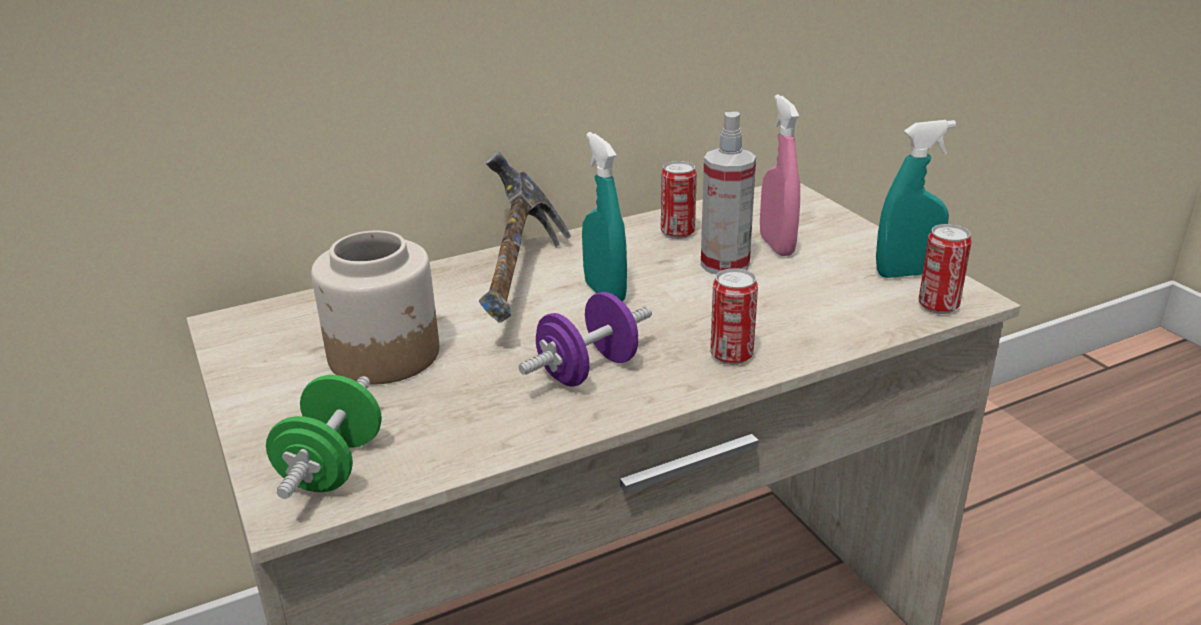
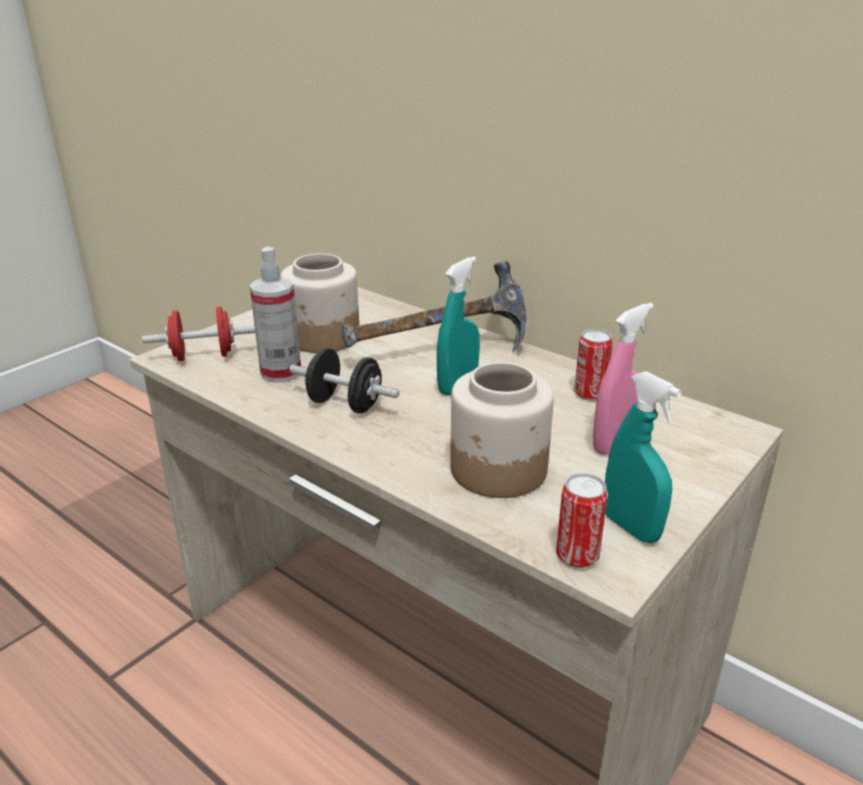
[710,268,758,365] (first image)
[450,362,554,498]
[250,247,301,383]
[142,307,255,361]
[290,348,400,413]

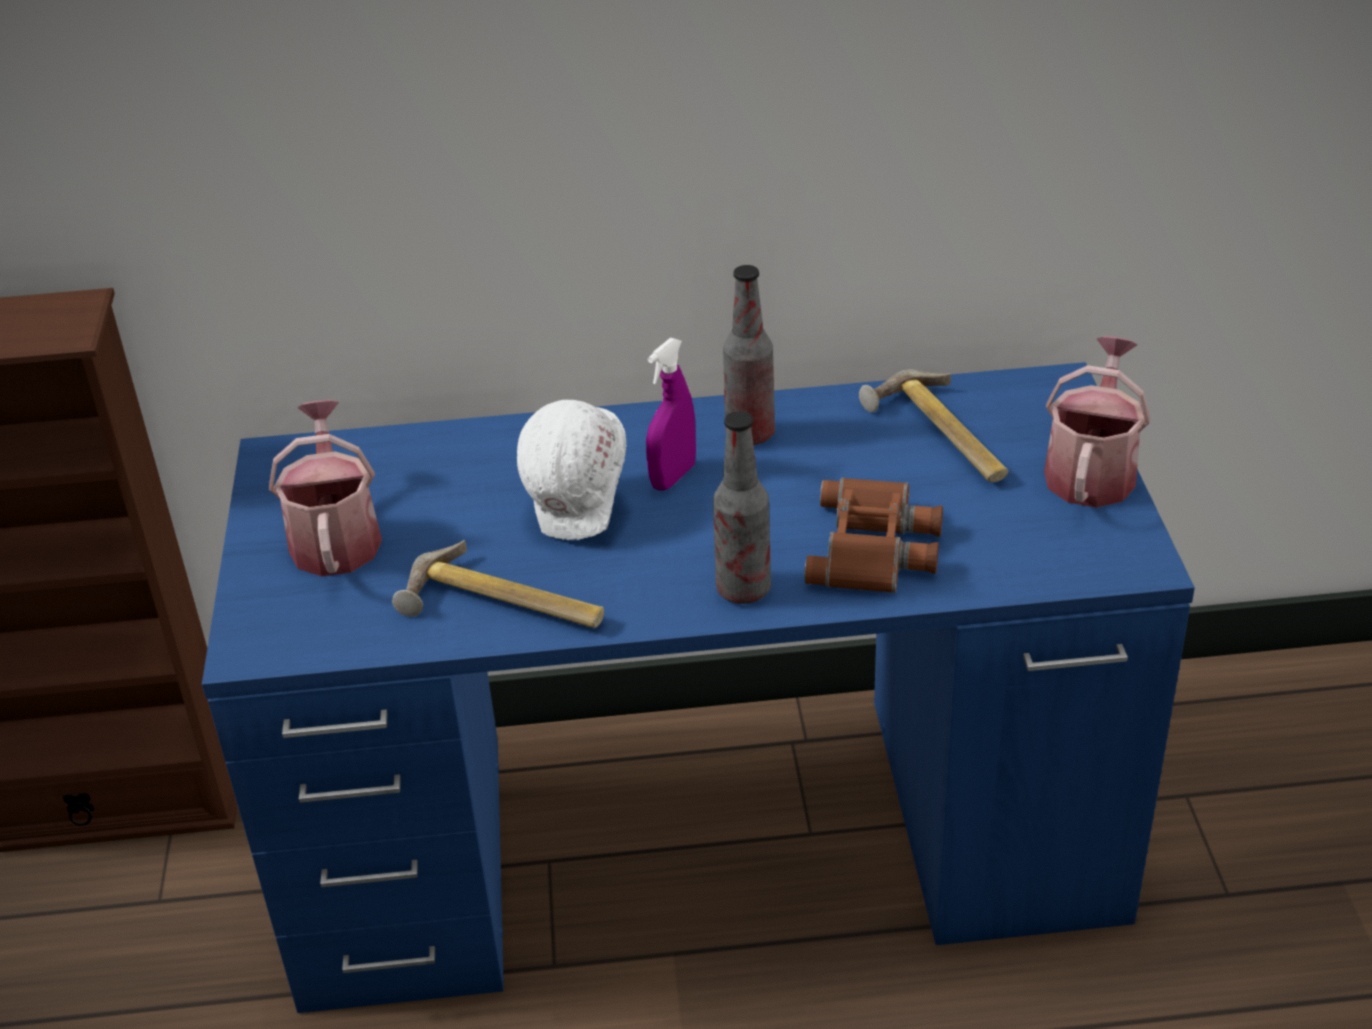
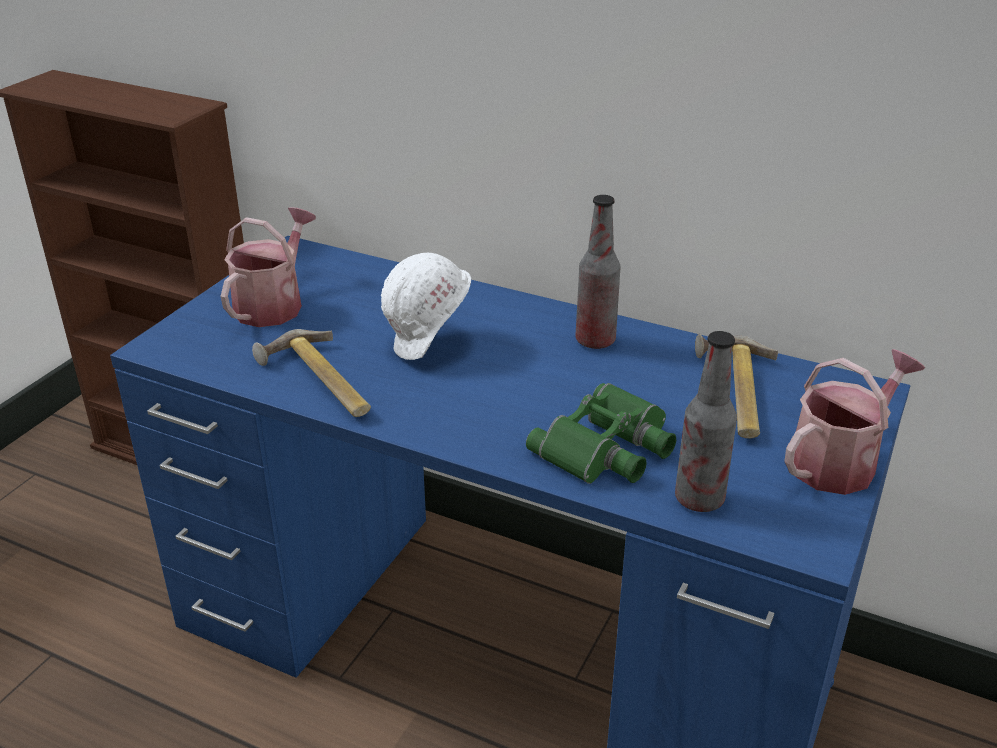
[646,338,696,491] (first image)
[675,331,737,512]
[526,383,676,484]

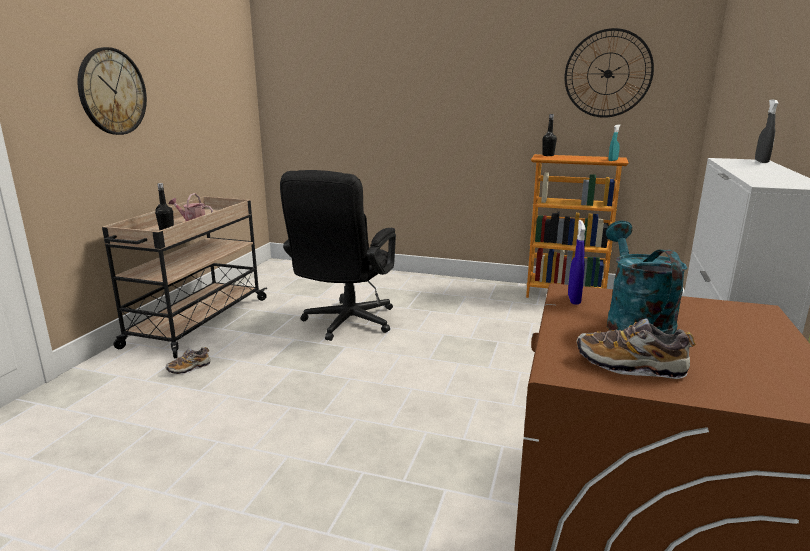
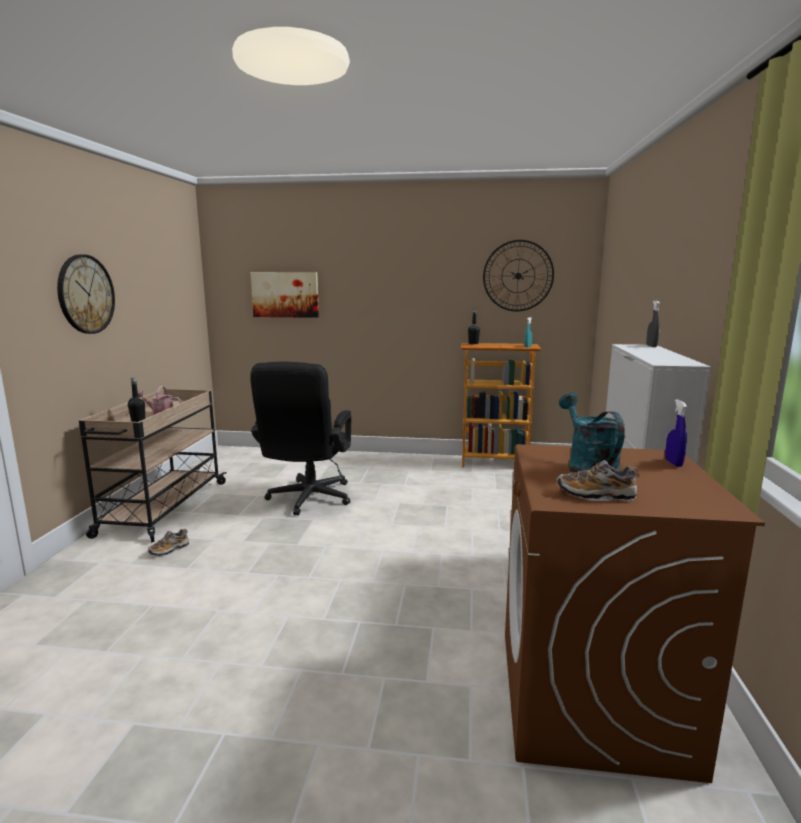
[251,272,319,318]
[665,399,687,467]

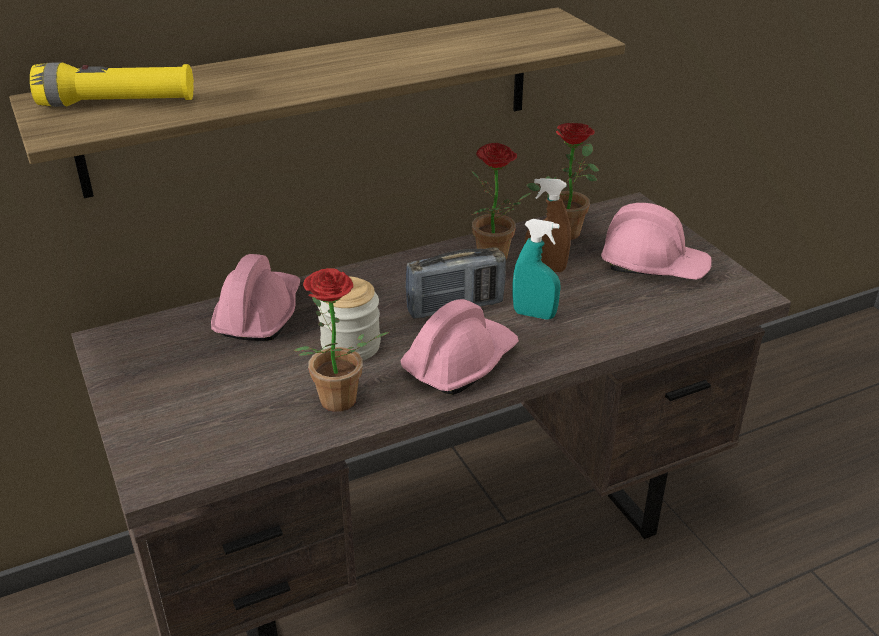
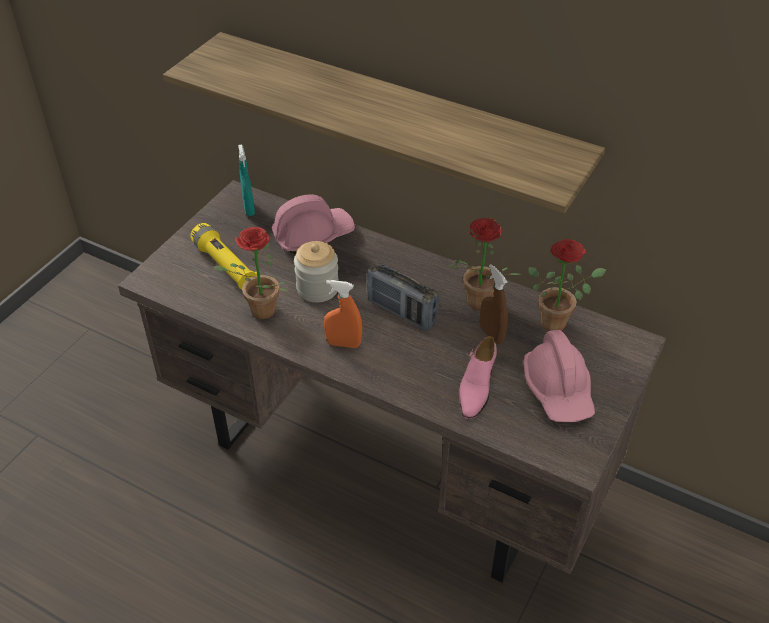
[459,336,497,419]
[190,223,257,290]
[238,144,255,216]
[324,280,362,348]

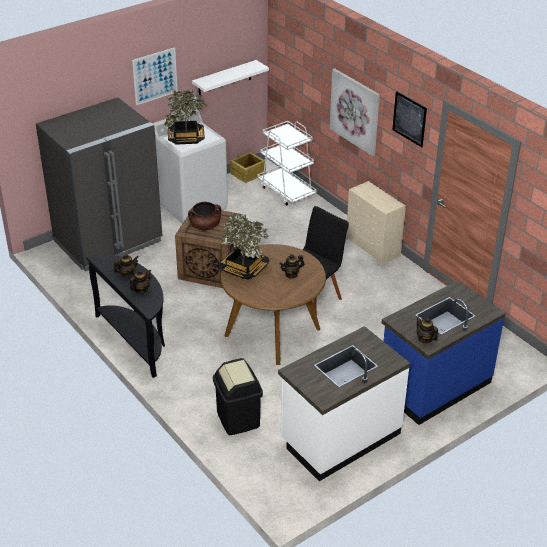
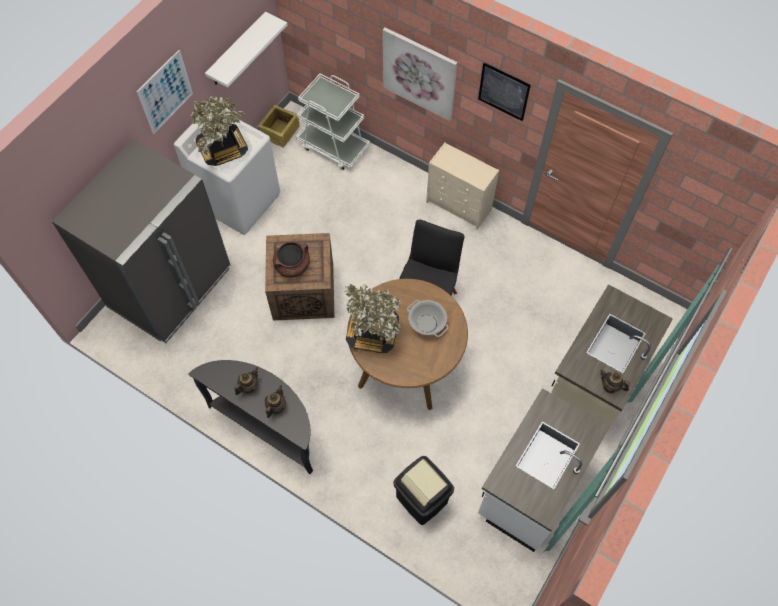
[407,300,449,337]
[551,284,673,427]

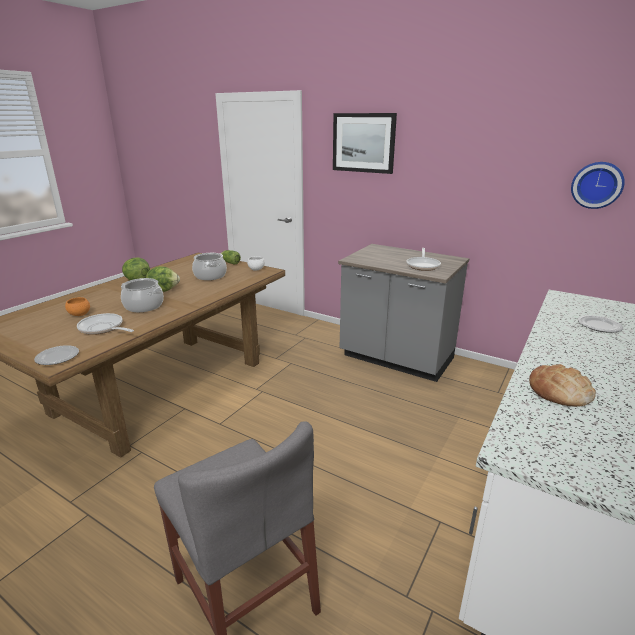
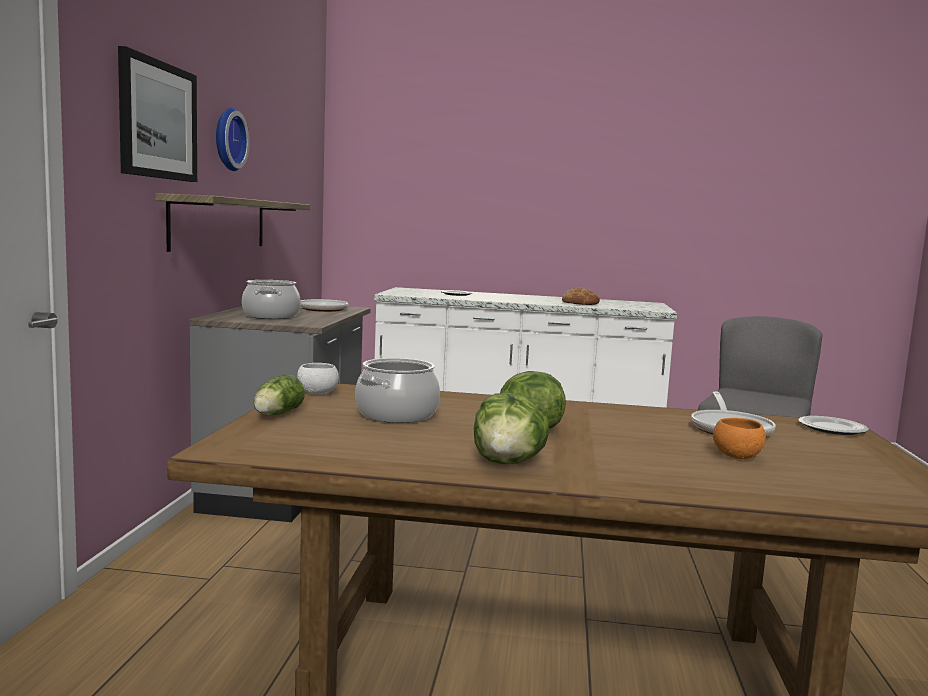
[155,193,310,252]
[242,280,301,319]
[216,108,250,171]

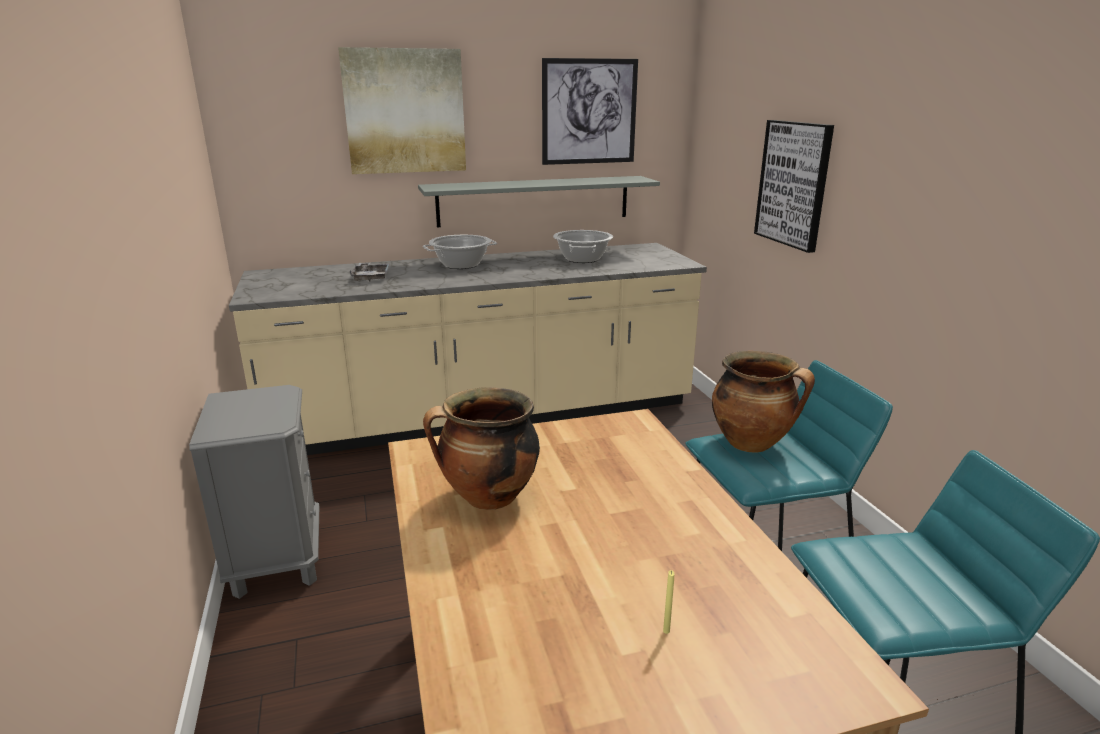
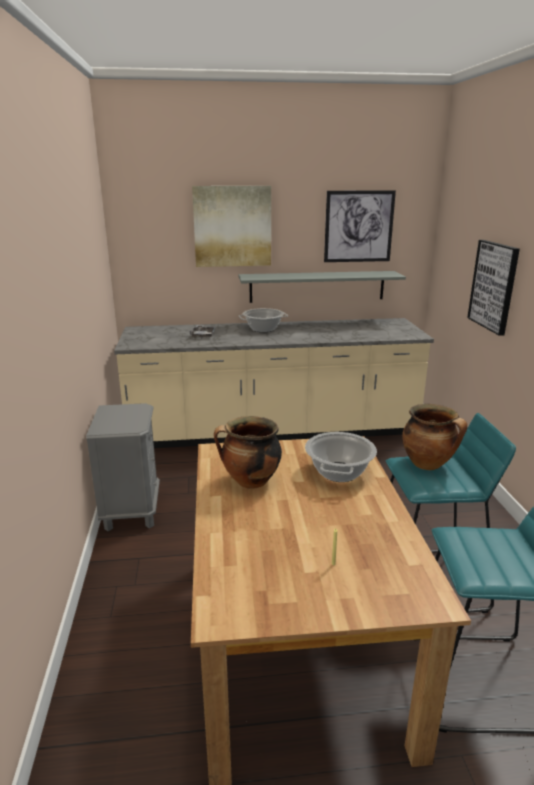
[305,432,377,482]

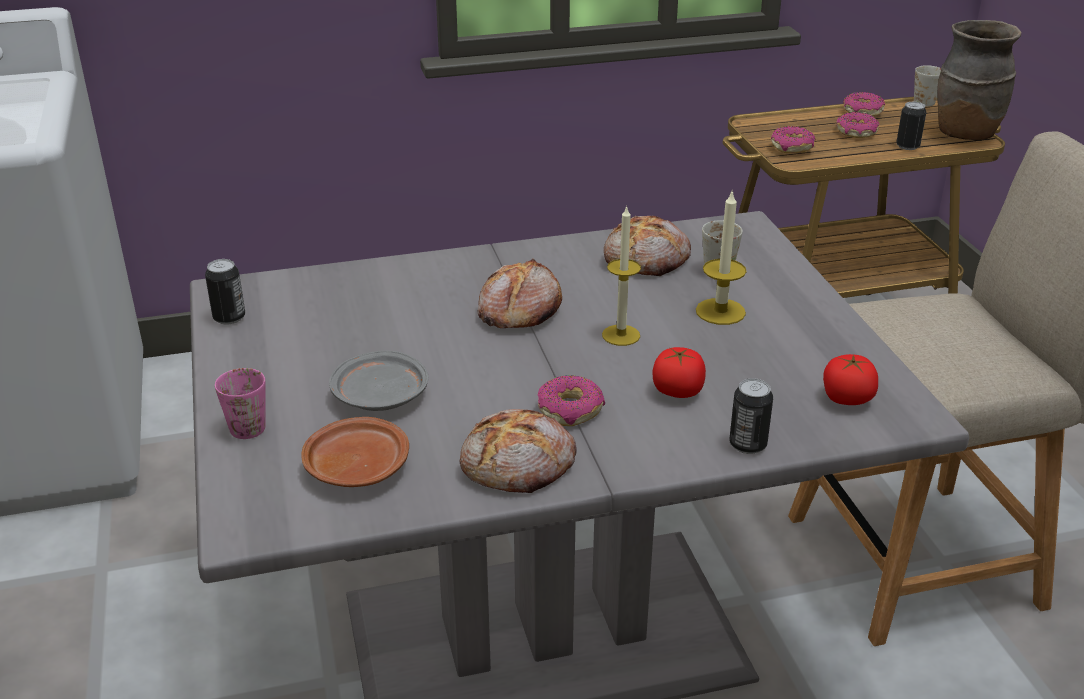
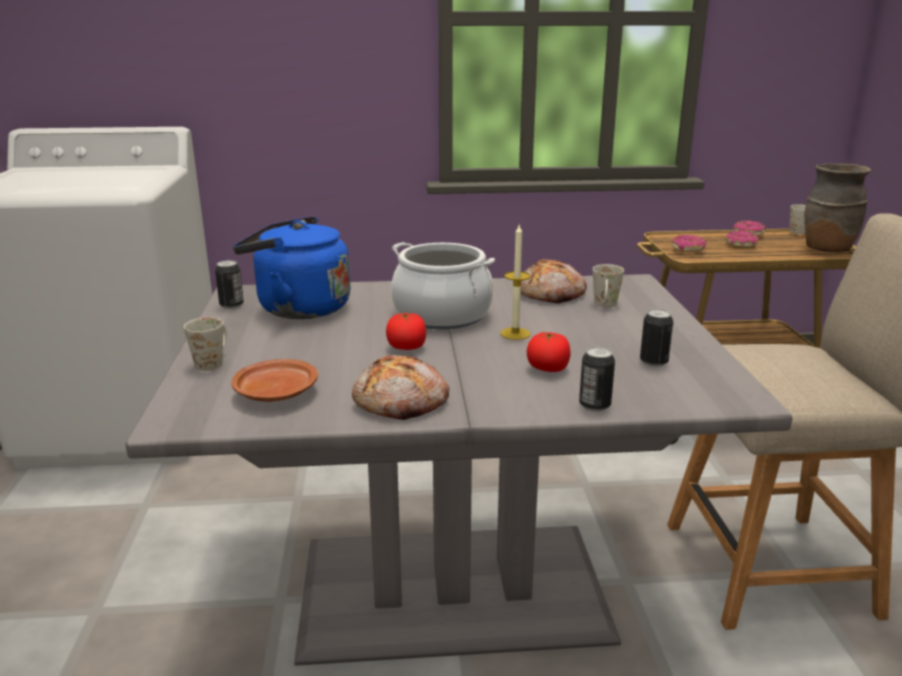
[329,351,429,411] (first image)
[538,375,605,426] (first image)
[696,189,747,325] (first image)
[233,216,351,319]
[386,313,426,350]
[640,309,673,367]
[391,242,495,329]
[184,317,227,371]

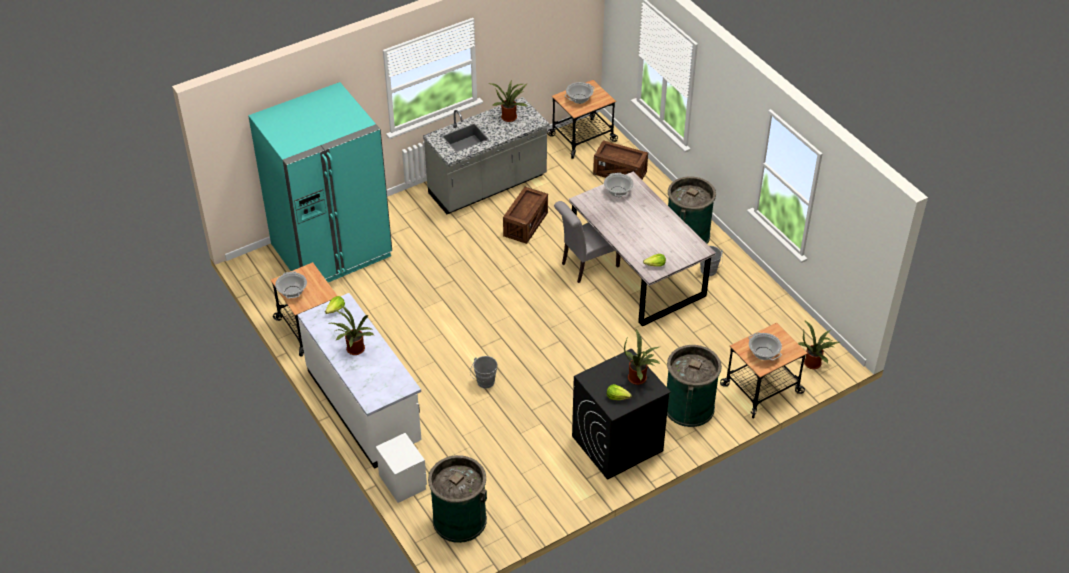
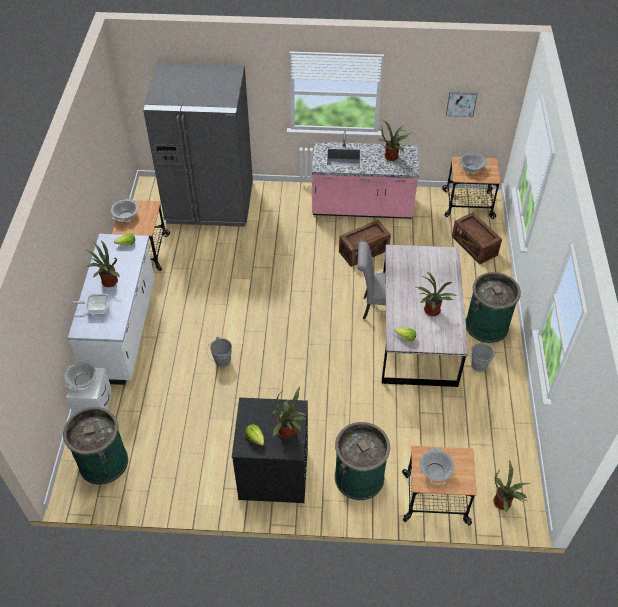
[71,294,108,313]
[415,272,457,316]
[446,92,478,117]
[65,360,96,391]
[143,62,253,227]
[312,131,419,219]

